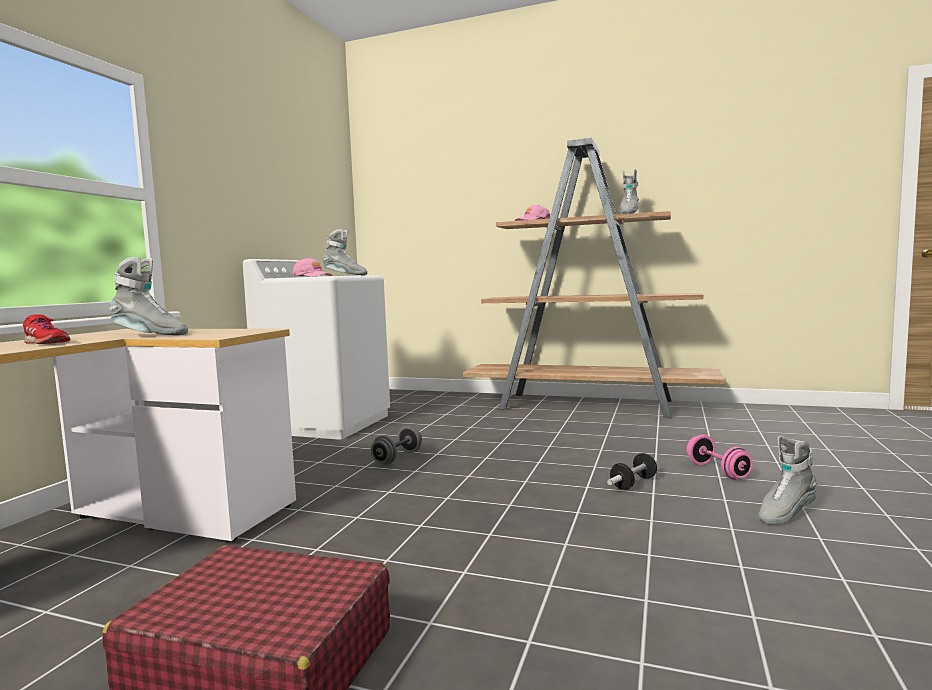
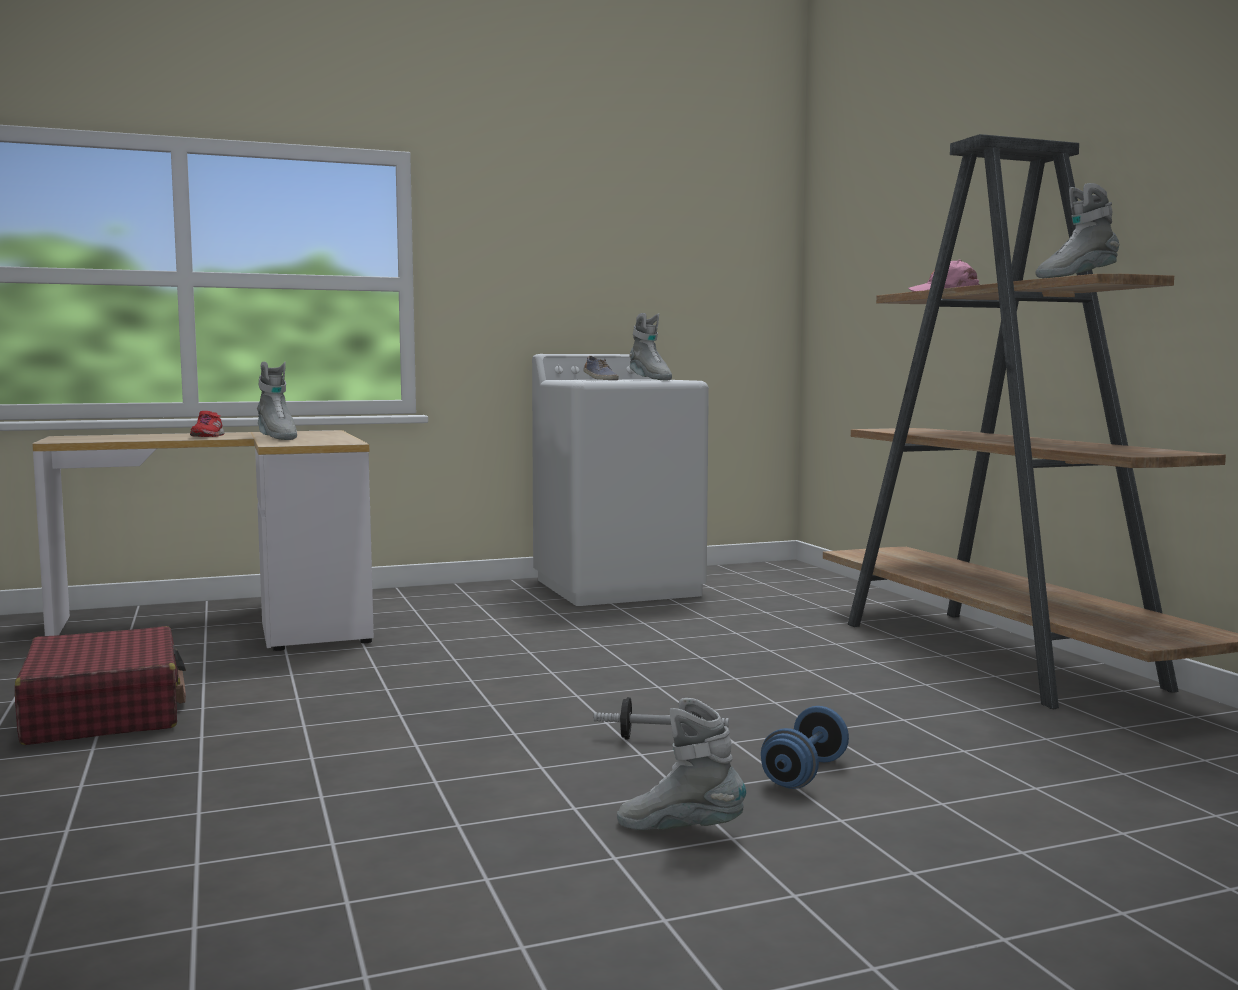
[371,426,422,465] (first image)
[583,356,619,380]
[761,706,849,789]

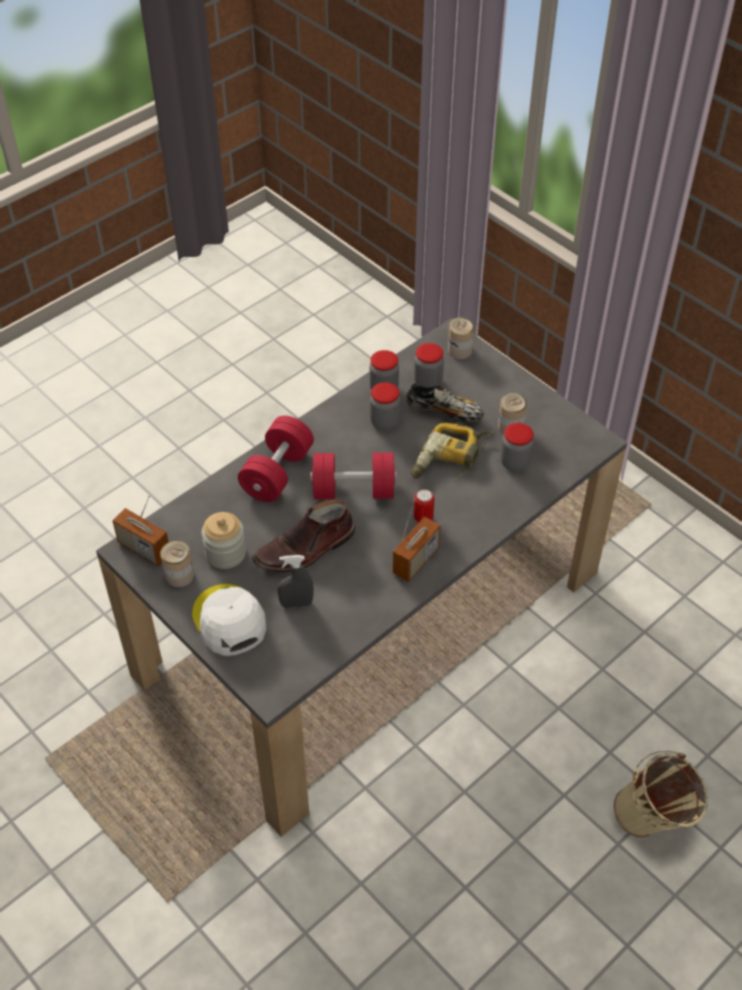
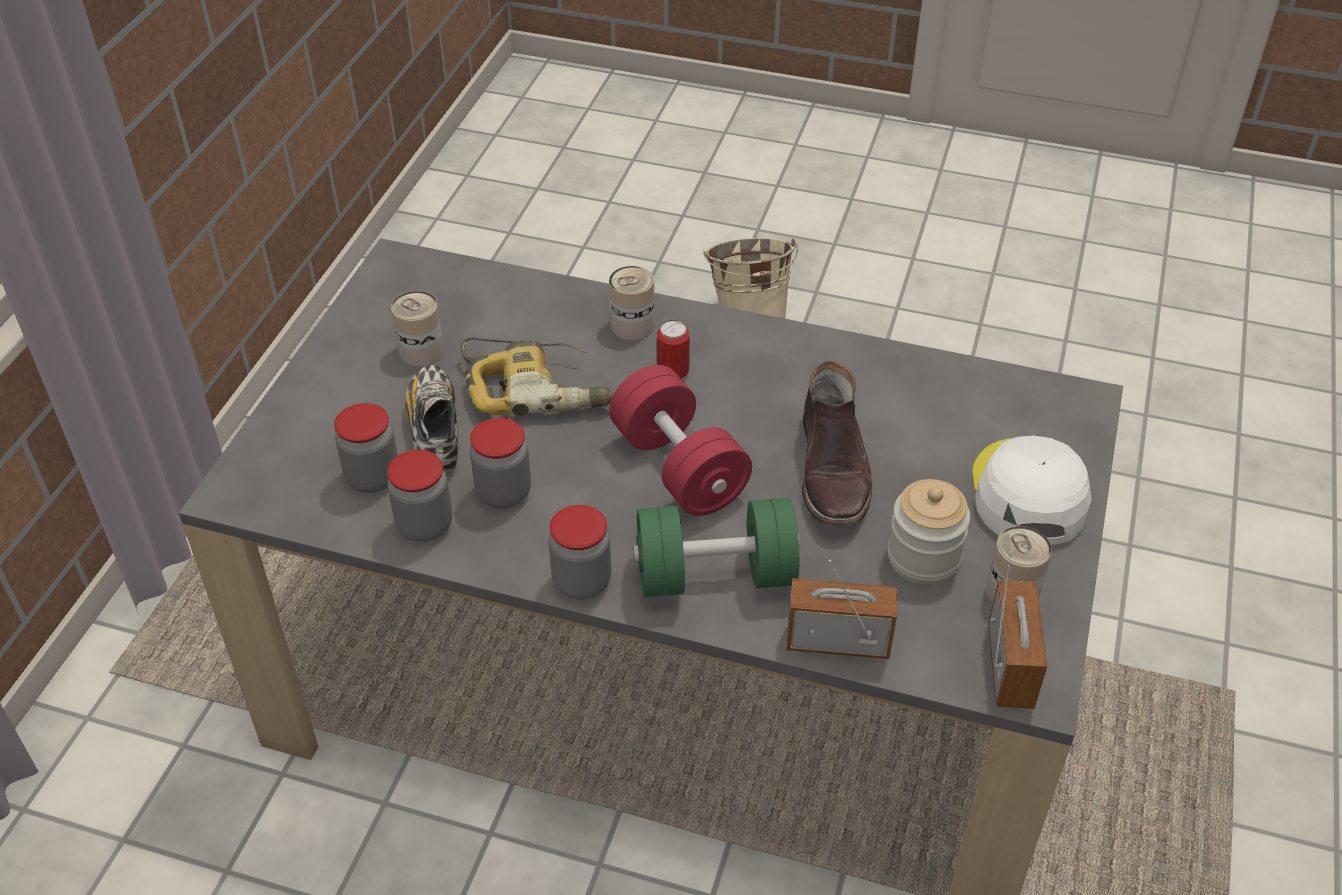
[278,555,314,608] (first image)
[787,560,897,659]
[609,266,655,340]
[548,505,611,599]
[633,498,800,597]
[972,435,1092,545]
[802,361,872,528]

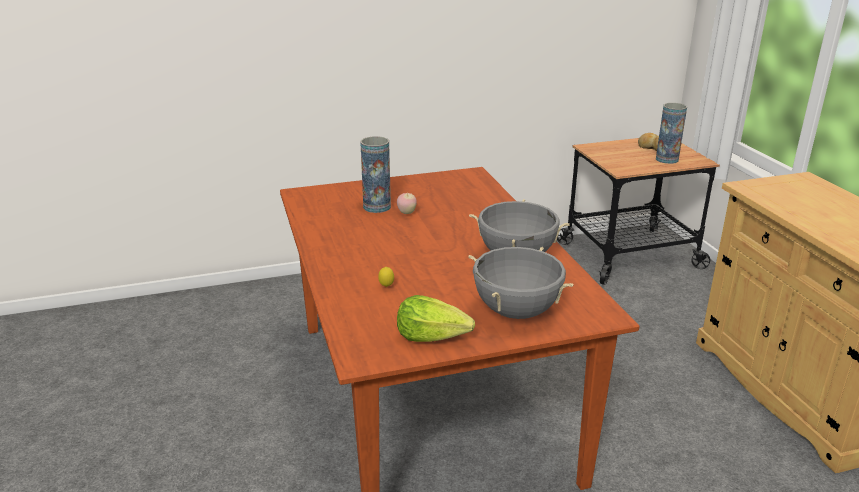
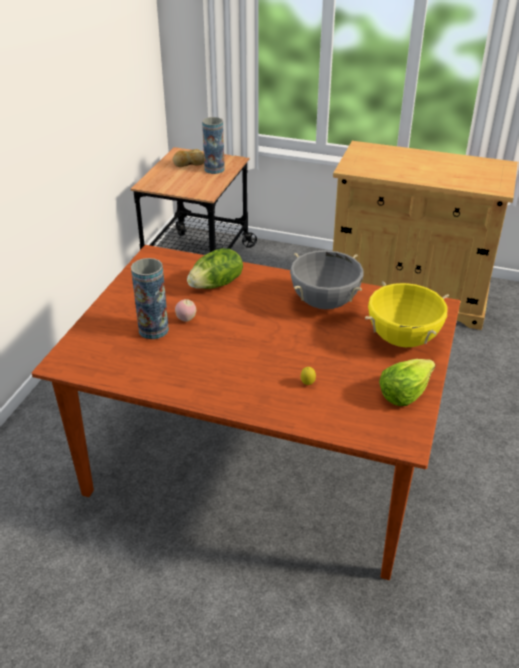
[187,248,243,289]
[365,281,449,347]

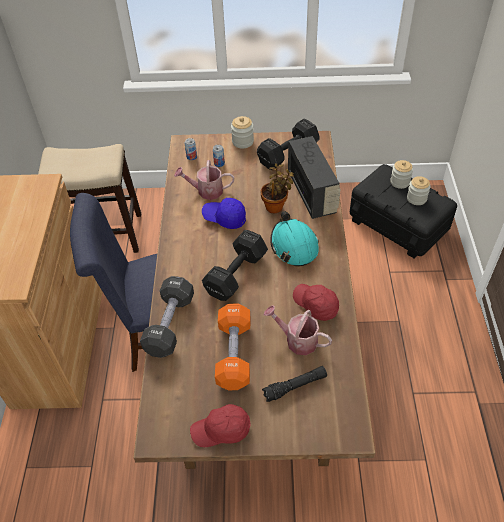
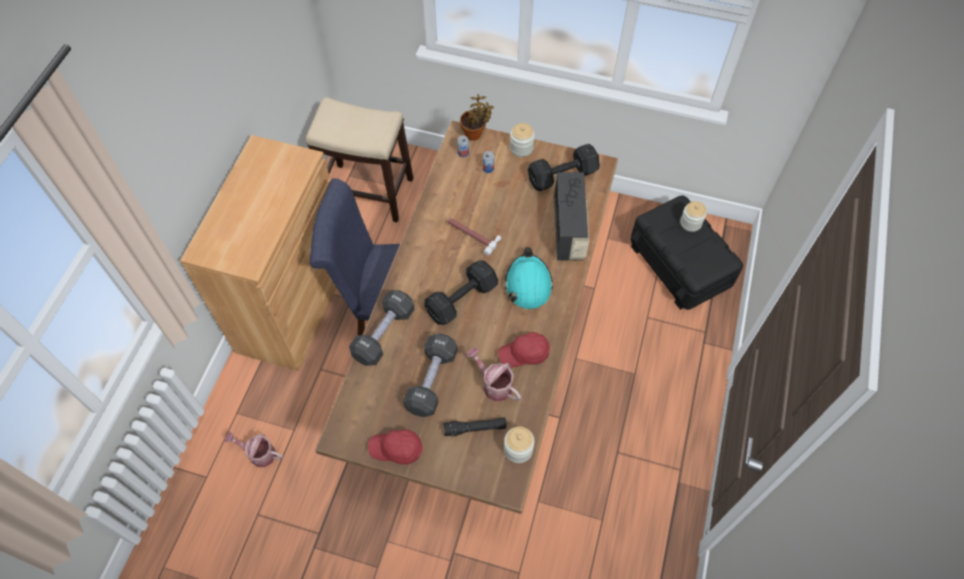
[225,432,283,467]
[460,94,494,141]
[504,426,534,463]
[447,218,501,256]
[403,334,458,417]
[498,332,550,368]

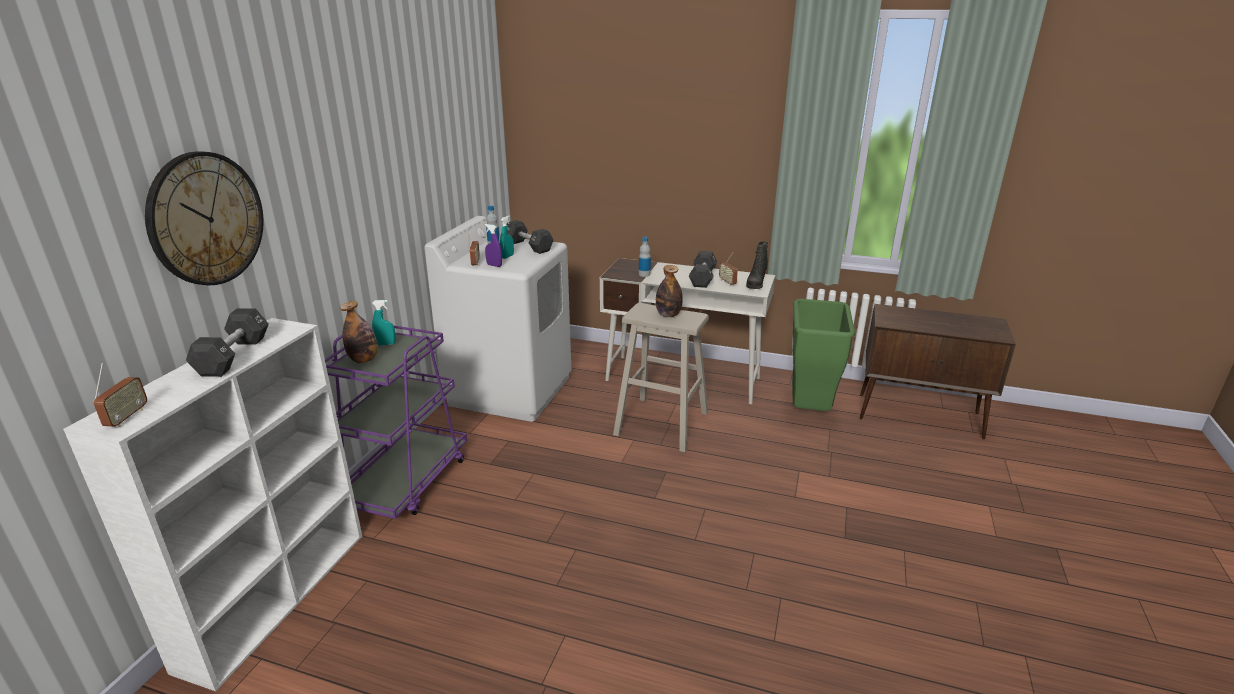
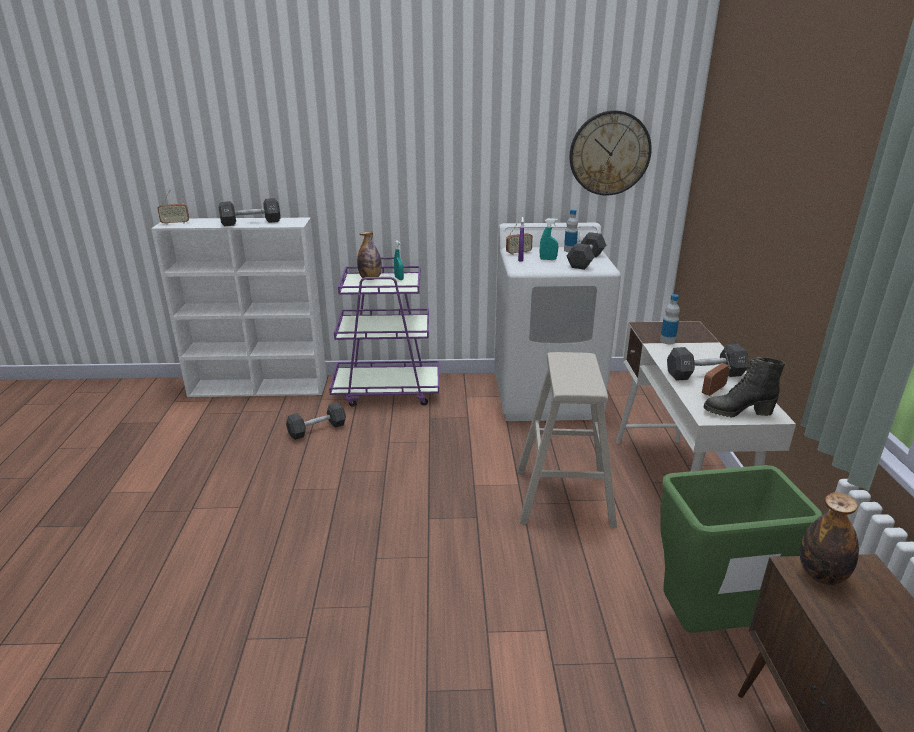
[286,402,346,440]
[569,110,652,196]
[800,492,859,585]

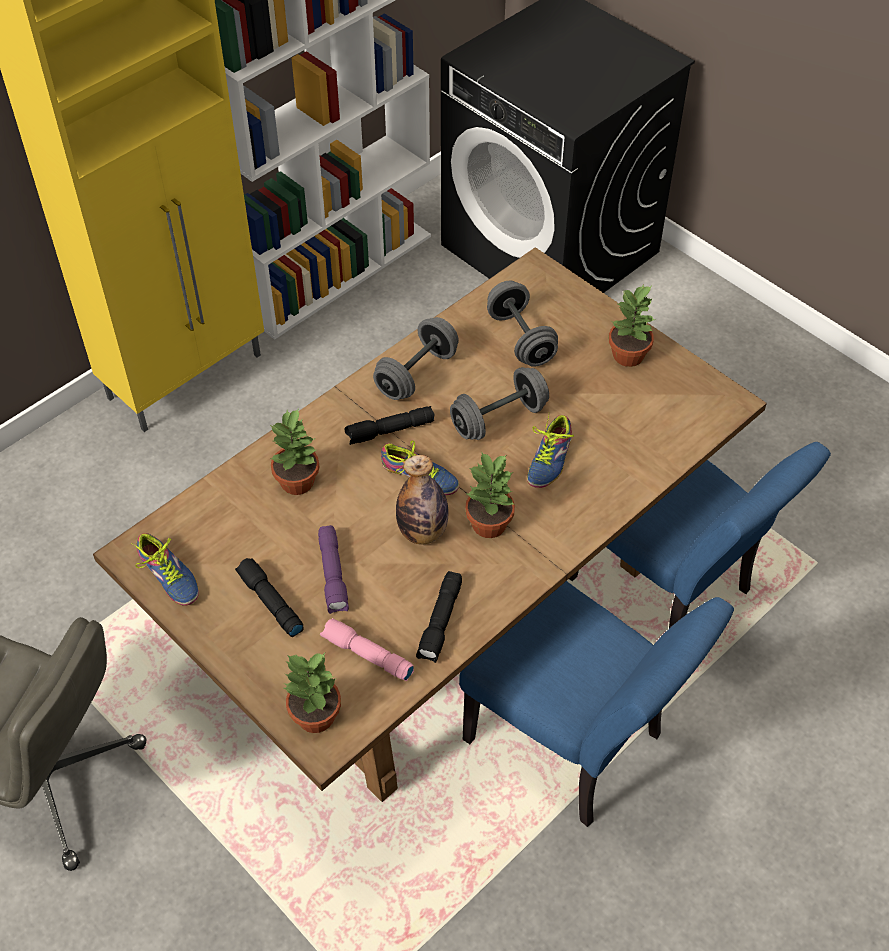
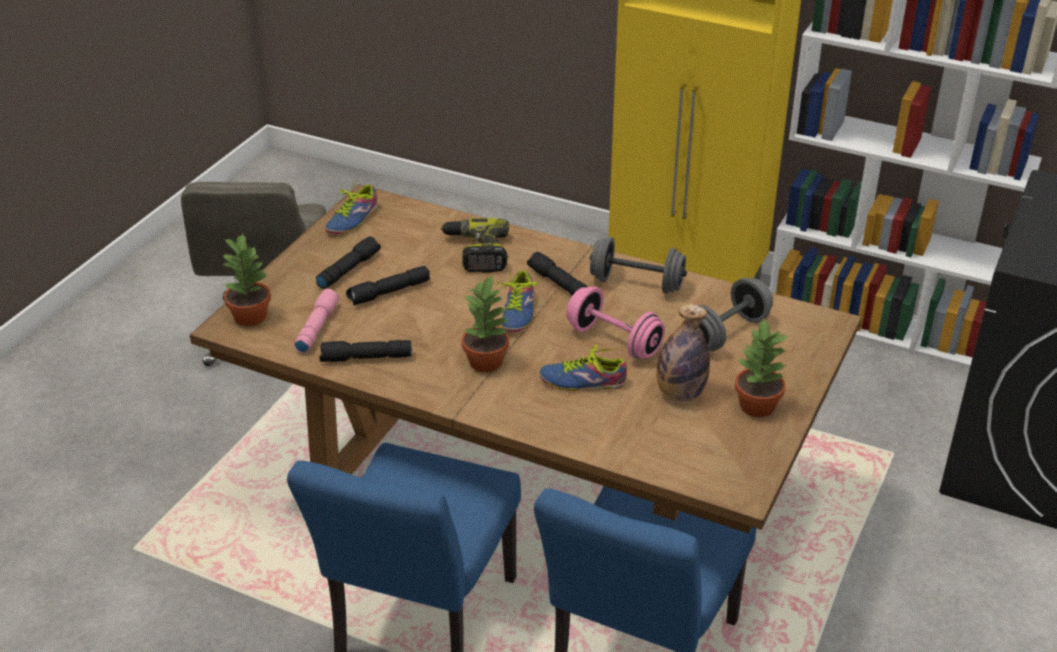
[657,304,710,401]
[440,218,509,273]
[346,266,430,305]
[566,286,665,359]

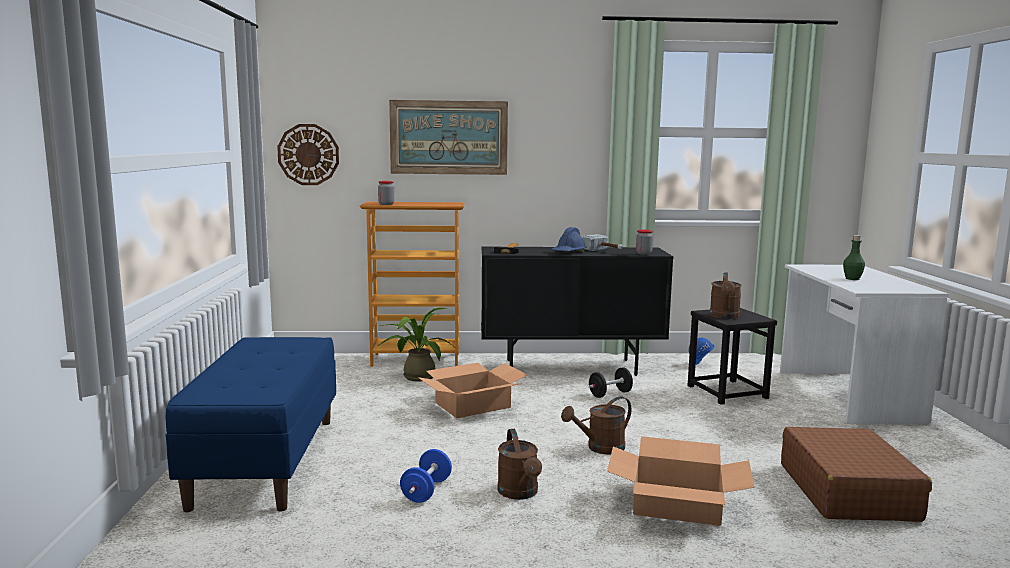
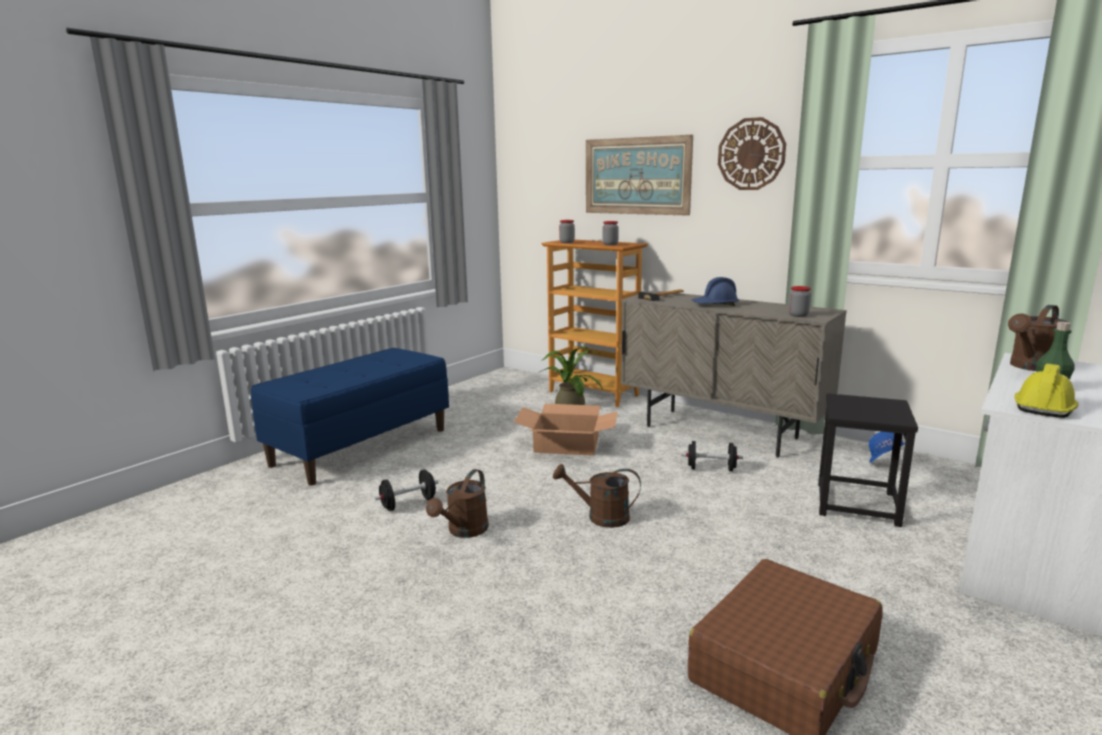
[582,234,623,251] (first image)
[607,436,754,526] (first image)
[603,221,619,245]
[1014,364,1079,418]
[718,117,786,190]
[1008,305,1067,371]
[375,469,439,511]
[621,290,847,458]

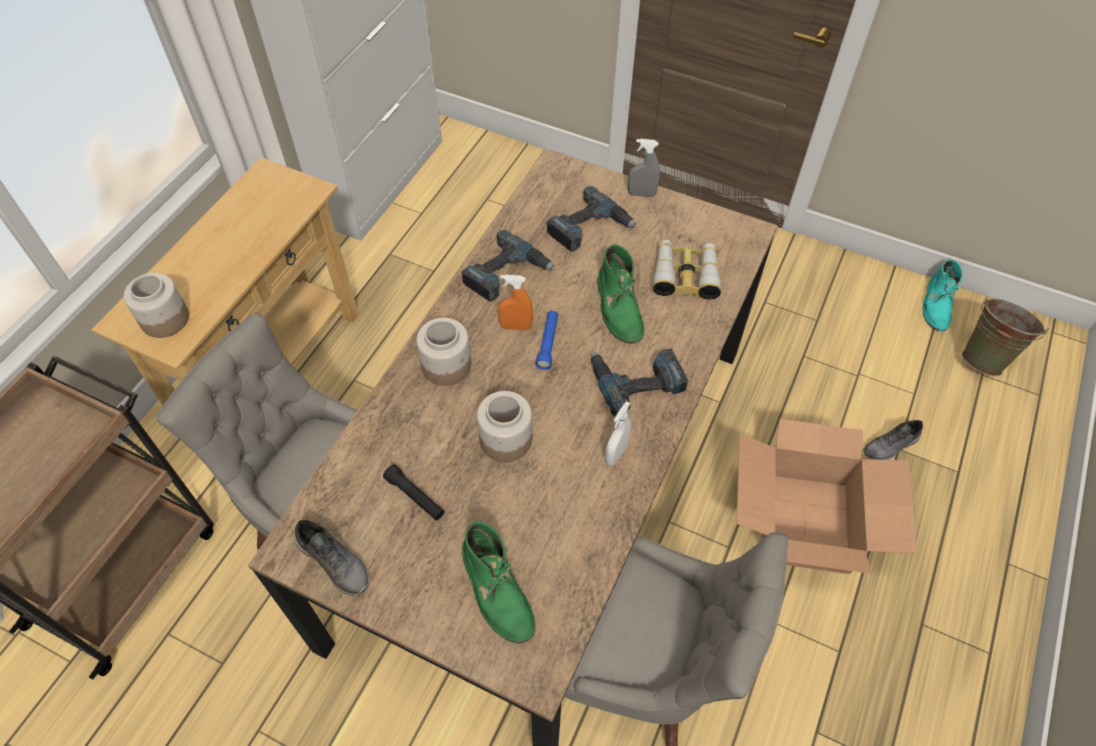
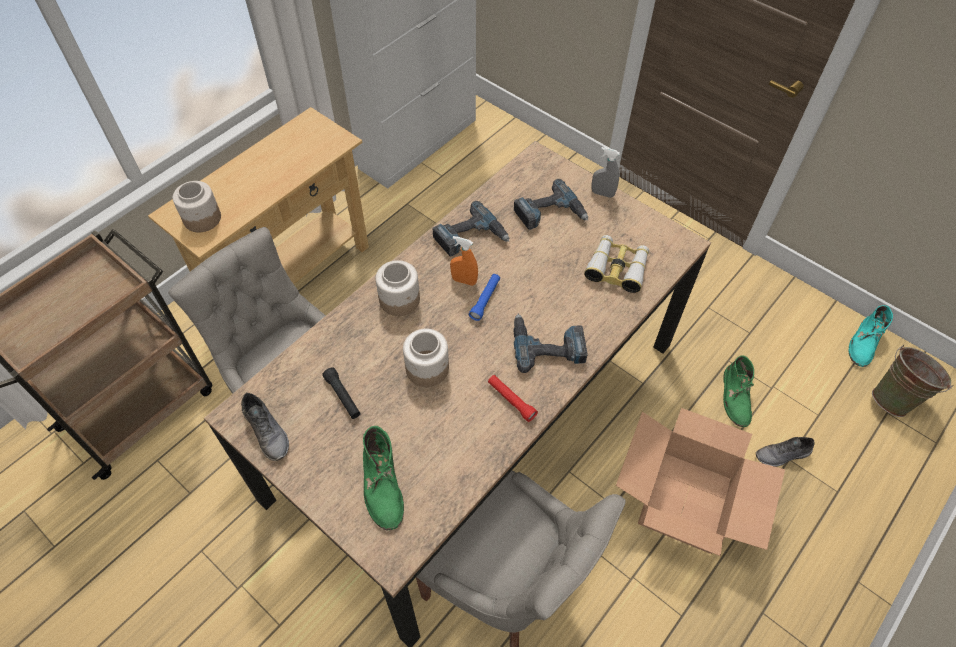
[723,355,754,427]
[488,375,538,422]

